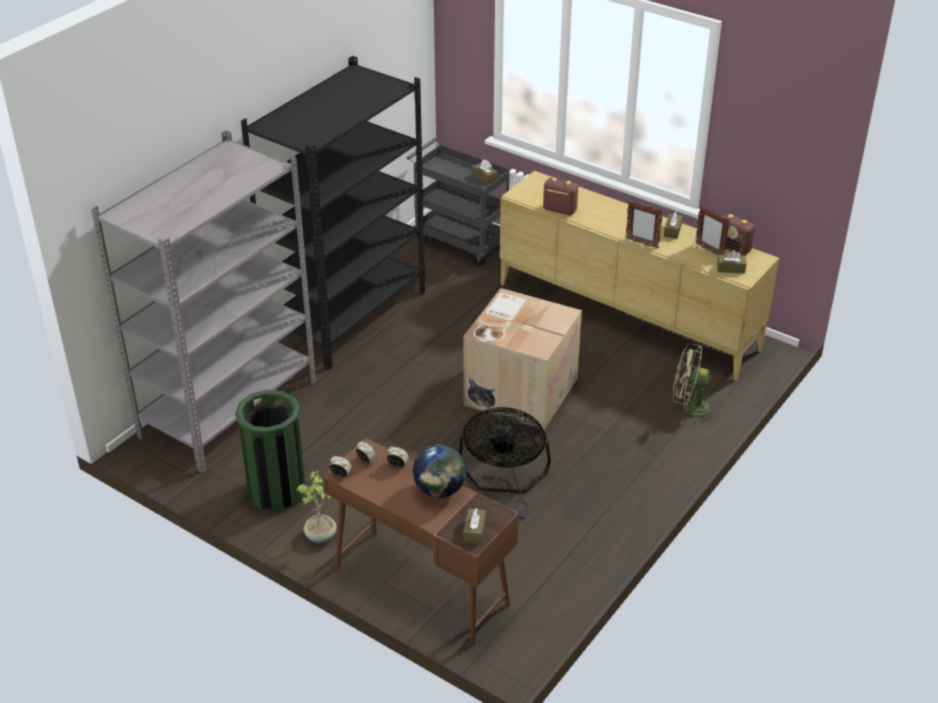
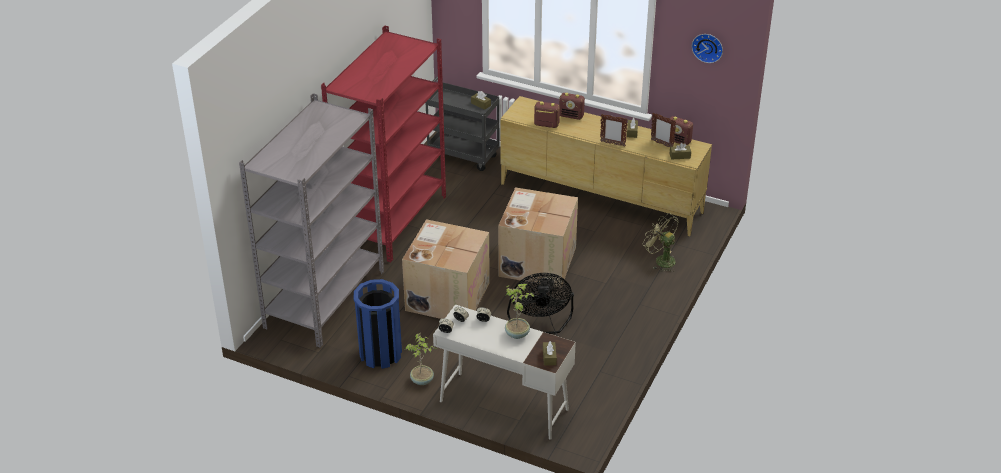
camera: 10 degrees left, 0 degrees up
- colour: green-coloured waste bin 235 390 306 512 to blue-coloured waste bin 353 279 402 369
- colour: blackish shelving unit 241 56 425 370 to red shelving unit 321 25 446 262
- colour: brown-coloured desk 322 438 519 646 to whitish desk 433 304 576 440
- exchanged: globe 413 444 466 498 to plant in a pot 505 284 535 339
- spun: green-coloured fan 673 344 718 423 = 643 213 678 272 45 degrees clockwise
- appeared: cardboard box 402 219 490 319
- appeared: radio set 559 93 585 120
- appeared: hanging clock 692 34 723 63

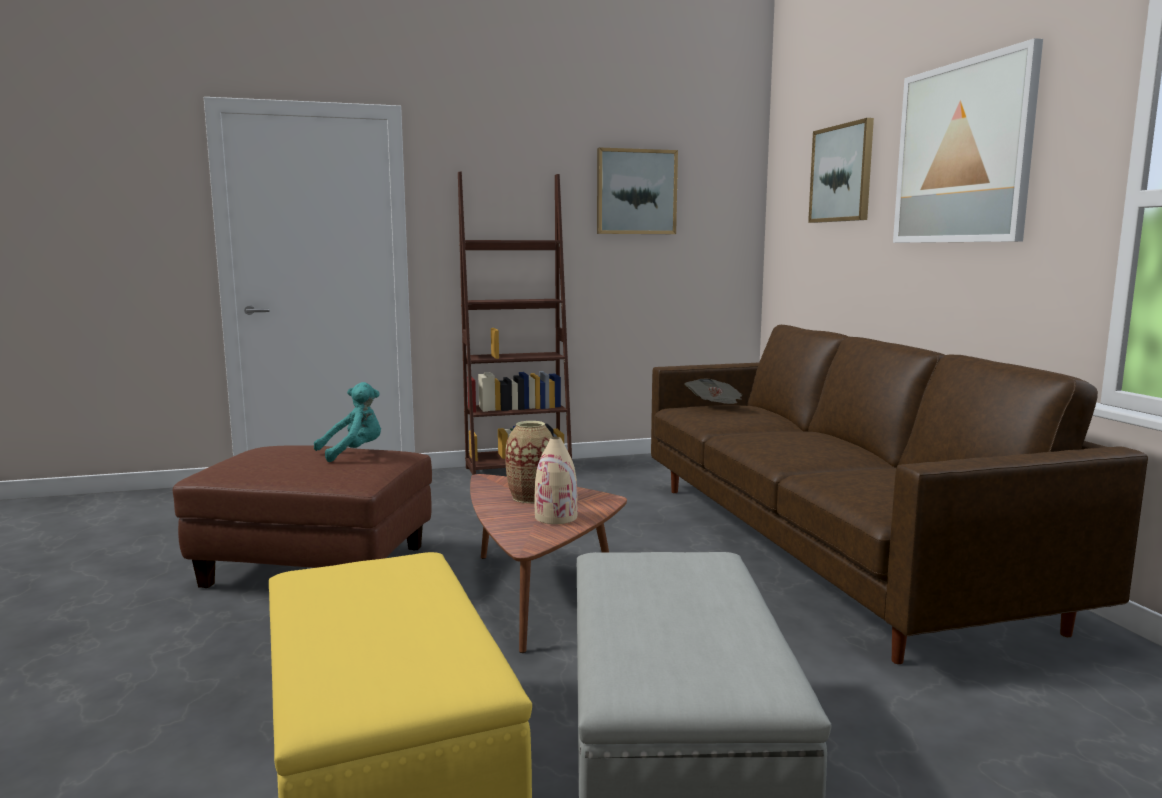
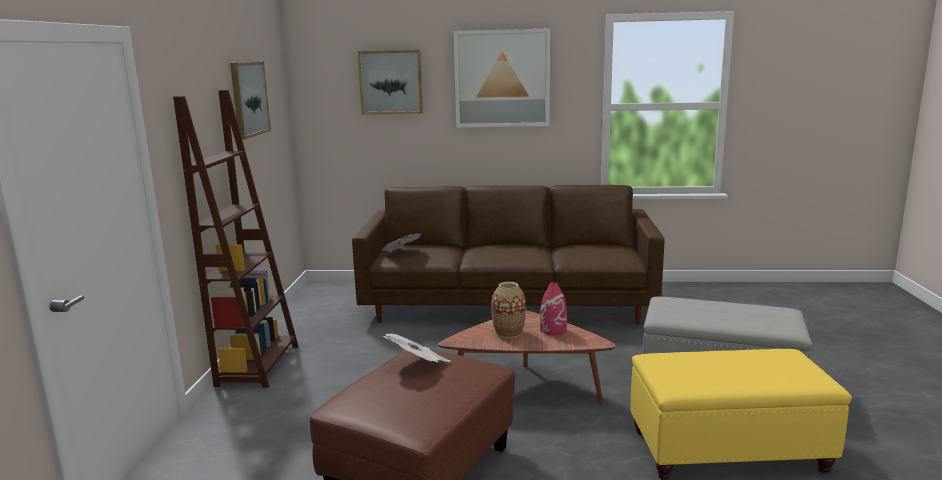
camera: 70 degrees left, 5 degrees up
- exchanged: turquoise-coloured plush toy 314 382 381 462 to newspaper 383 334 451 363
- colour: beige-coloured decorative vase 535 437 578 524 to red decorative vase 540 282 567 336

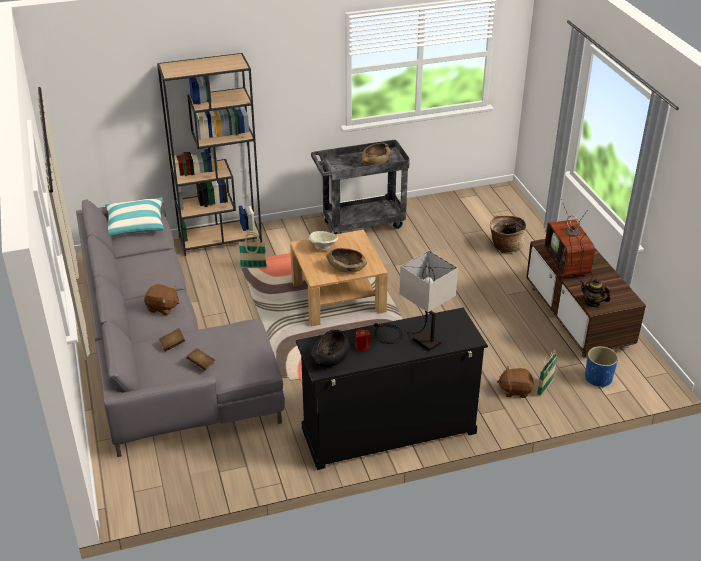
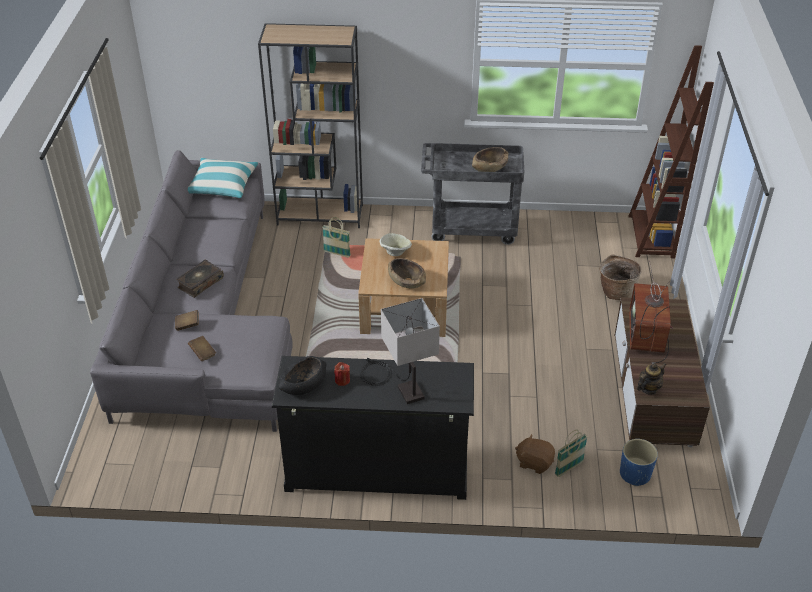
camera: 20 degrees right, 5 degrees up
- exchanged: brown-coloured plush toy 144 284 179 315 to bound book 176 260 224 298
- spun: teapot 581 278 611 308 = 637 363 667 395 90 degrees clockwise
- appeared: brown-coloured shelving unit 628 45 714 258

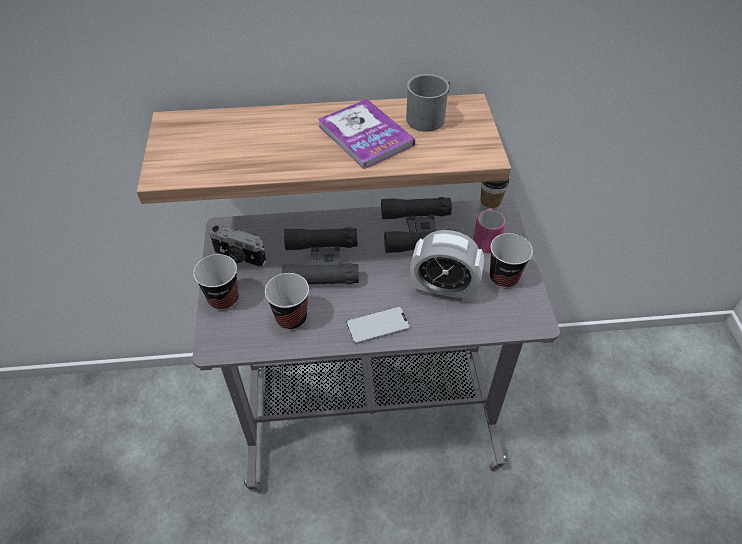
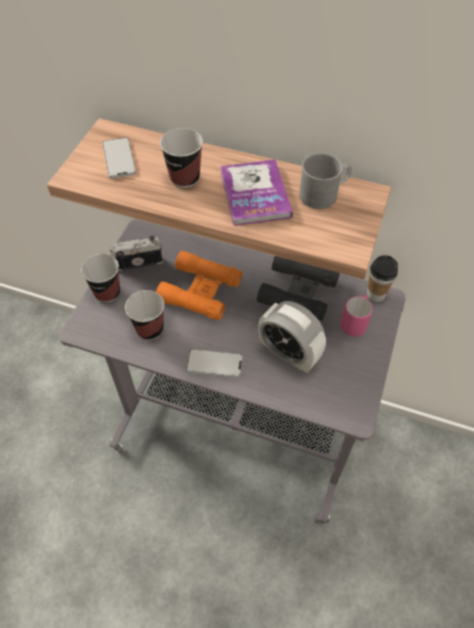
camera: 25 degrees right, 5 degrees up
- spun: still camera 209 225 266 268 = 109 236 163 271 120 degrees clockwise
- colour: blackish pair of binoculars 282 228 359 285 to orangey pair of binoculars 156 250 242 320
- relocated: cup 490 233 533 288 to 160 128 203 188
- appeared: telephone 102 137 136 178

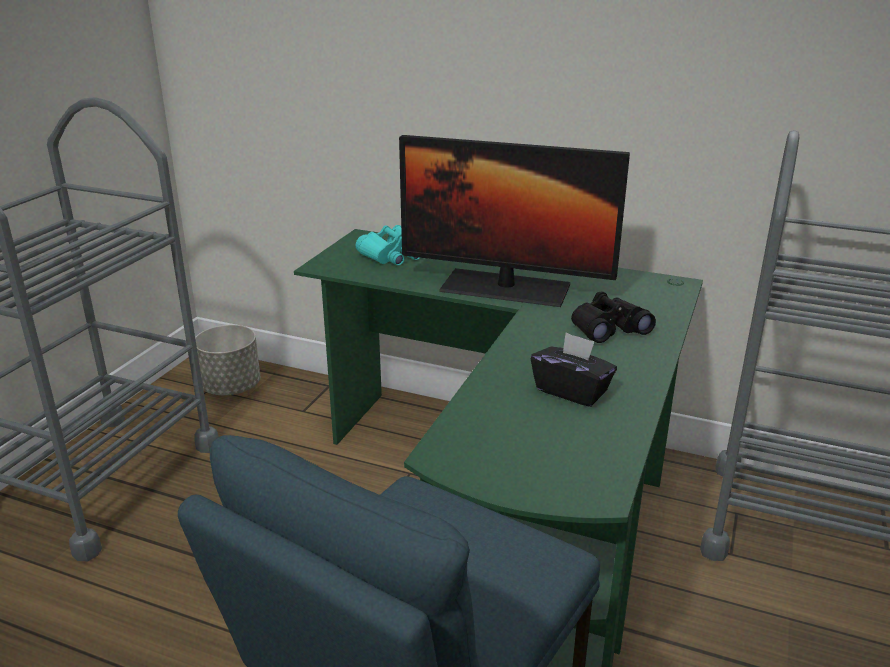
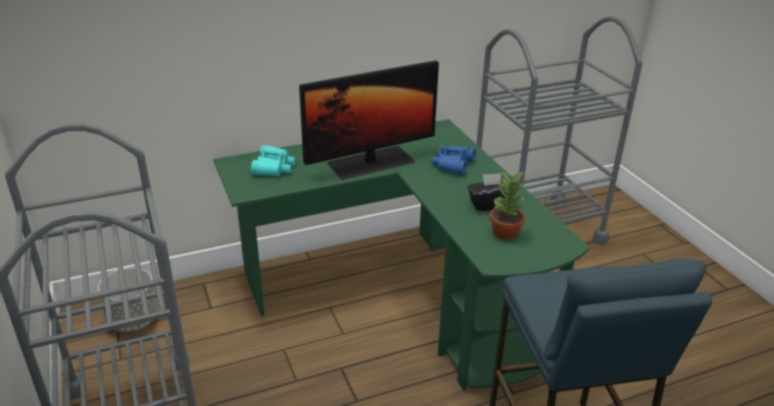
camera: 45 degrees left, 5 degrees up
- colour: blackish pair of binoculars 571 291 656 343 to blue-coloured pair of binoculars 432 145 476 175
- appeared: plant in a pot 490 172 525 240

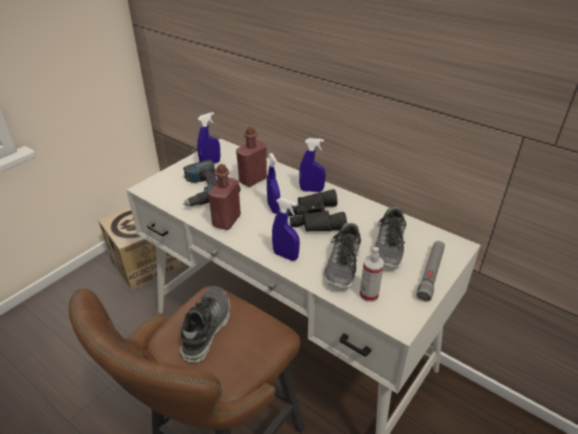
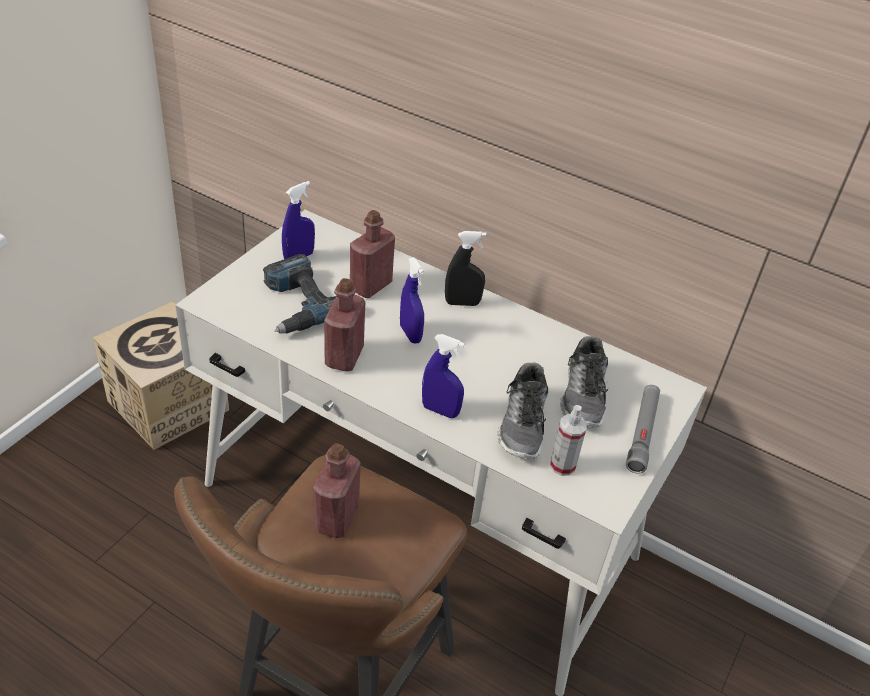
camera: 10 degrees left, 5 degrees up
- exchanged: low shoe 181 286 230 362 to red bottle 313 443 361 538
- missing: blackish pair of binoculars 287 189 347 232
- colour: blue-coloured hand sprayer 299 138 326 192 to blackish hand sprayer 445 231 486 306

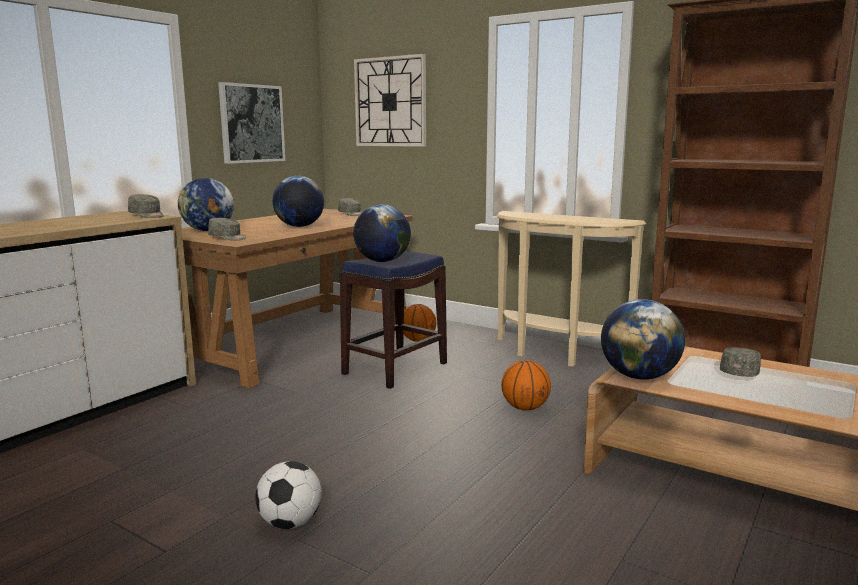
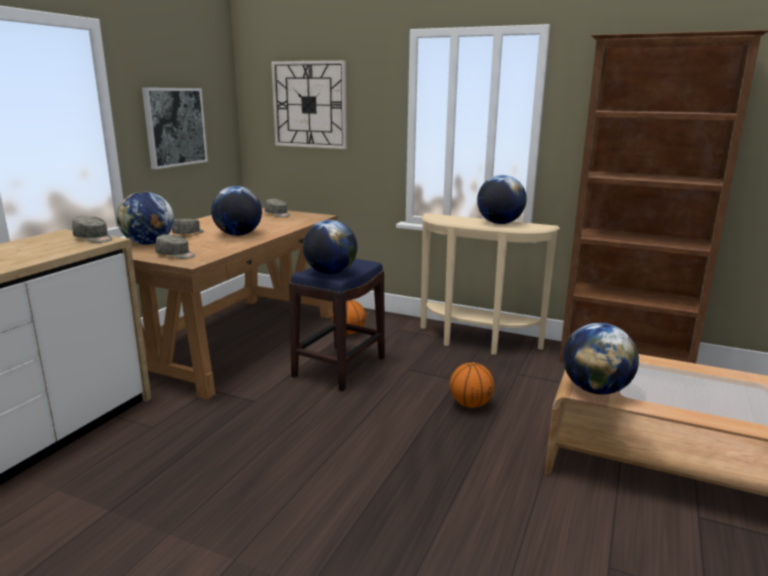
camera: 10 degrees left, 5 degrees up
- missing: football ball 255 461 322 529
- relocated: gray peaked cap 720 347 761 377 to 172 219 204 234
- appeared: globe 477 175 527 224

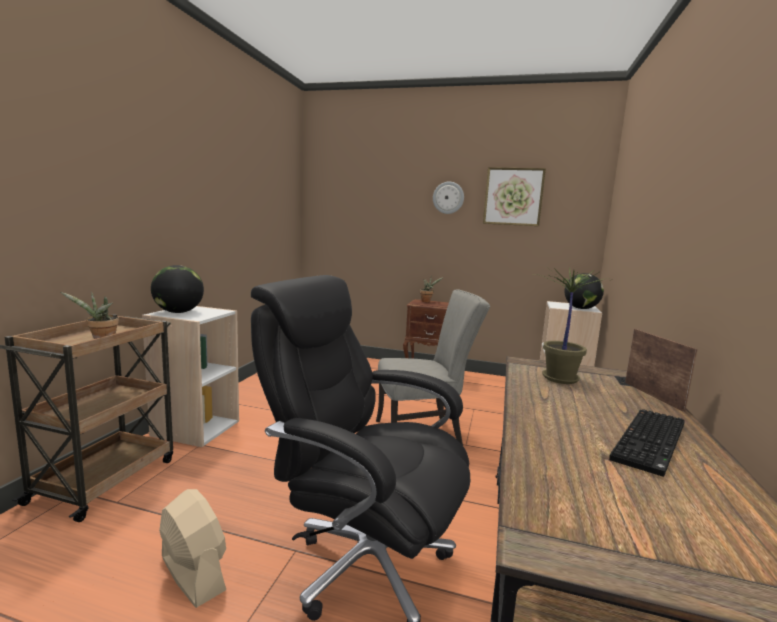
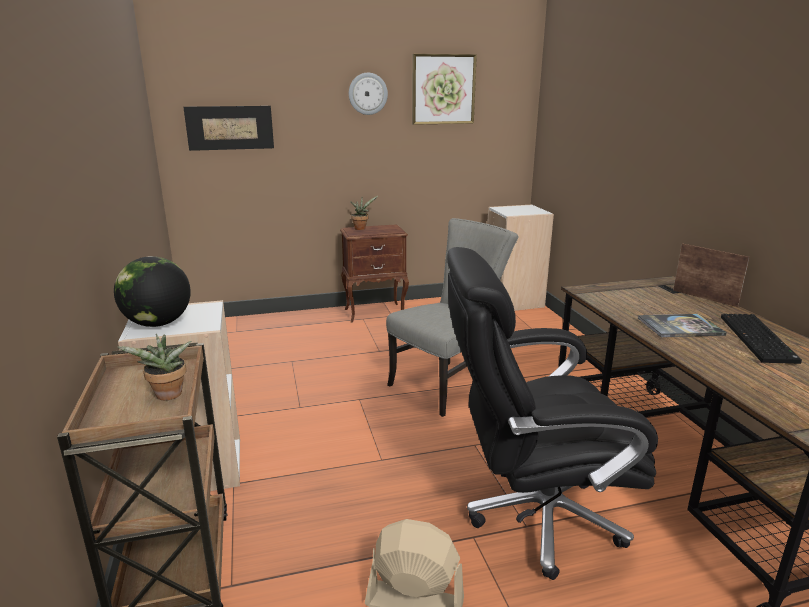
camera: 30 degrees left, 10 degrees up
- missing: plant in a pot 541 268 613 384
- missing: globe 564 273 604 309
- appeared: wall art 183 106 274 151
- appeared: bound book 638 314 727 337

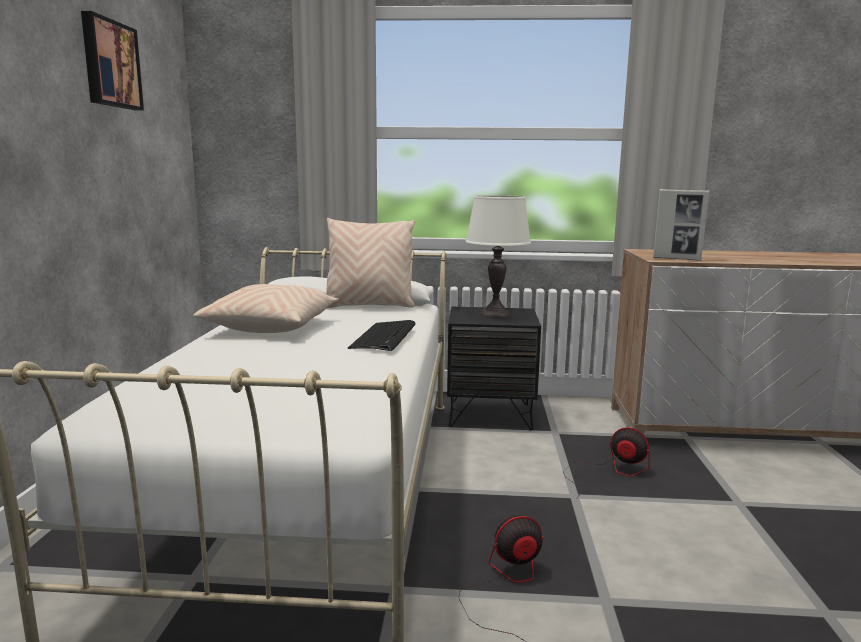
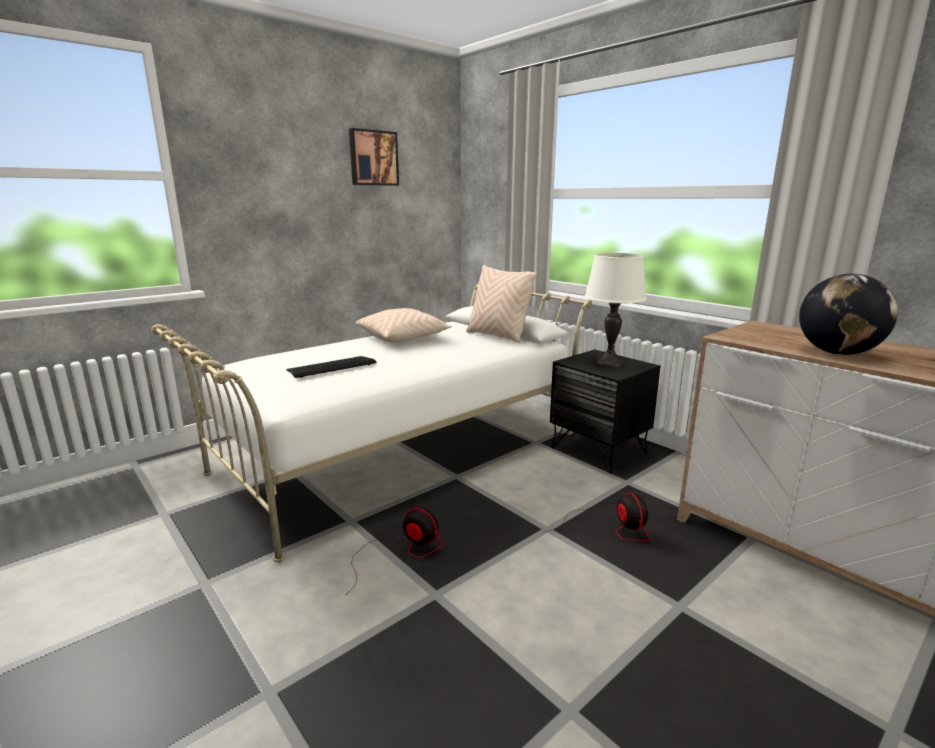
camera: 45 degrees right, 5 degrees up
- relocated: keyboard 348 320 415 351 to 286 356 377 378
- missing: photo frame 653 189 710 261
- appeared: globe 799 274 898 355

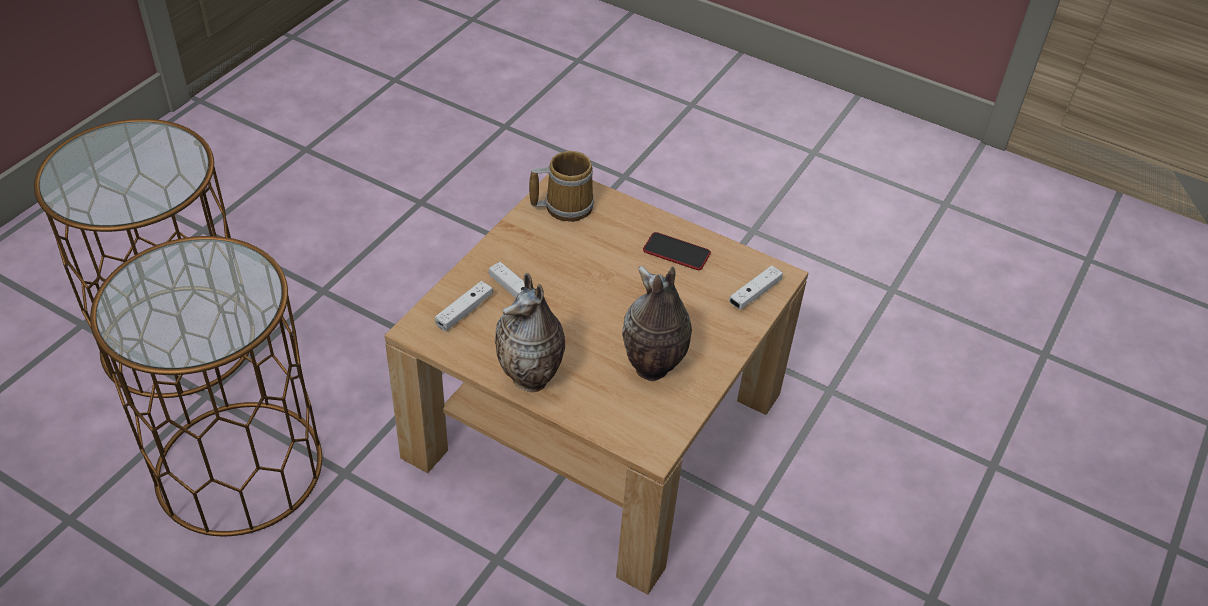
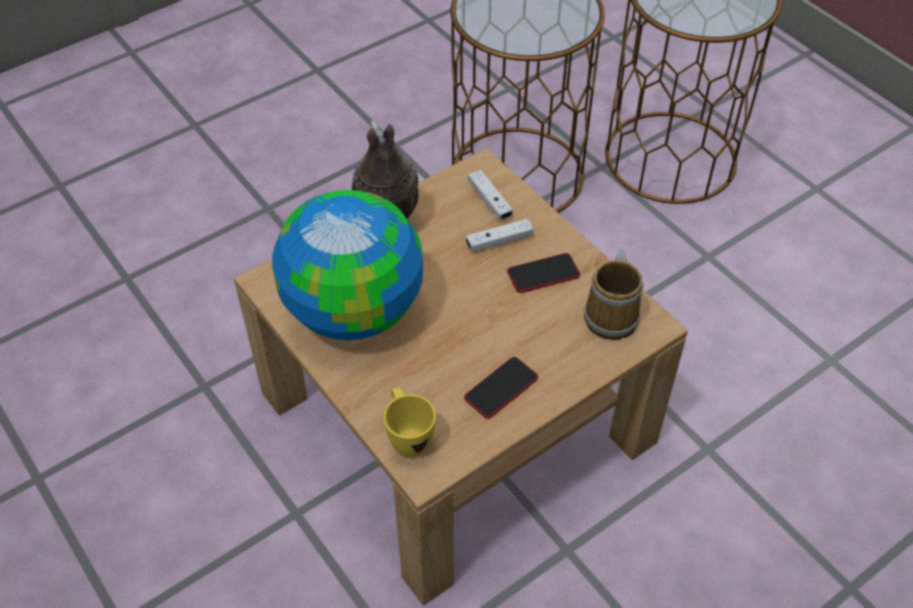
camera: 115 degrees right, 5 degrees up
- exchanged: decorative vase 622 266 692 381 to globe 272 190 423 340
- exchanged: whitish gamepad 729 265 783 309 to yellow mug 384 387 436 457
- appeared: telephone 507 253 580 293

